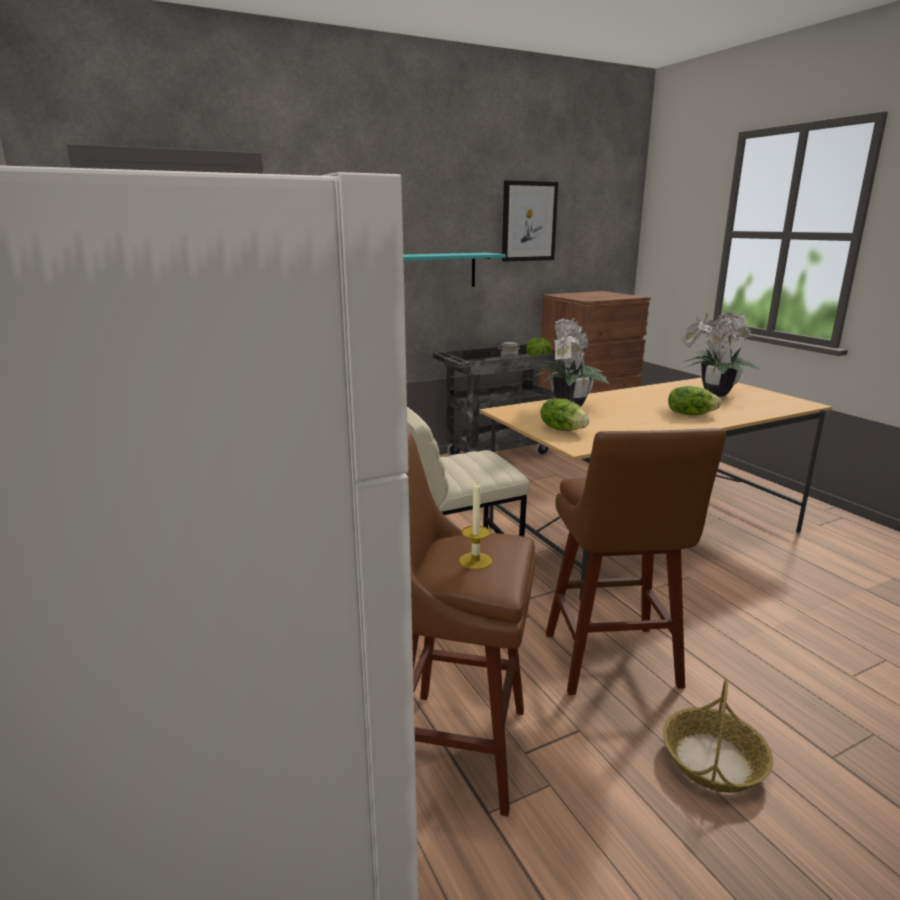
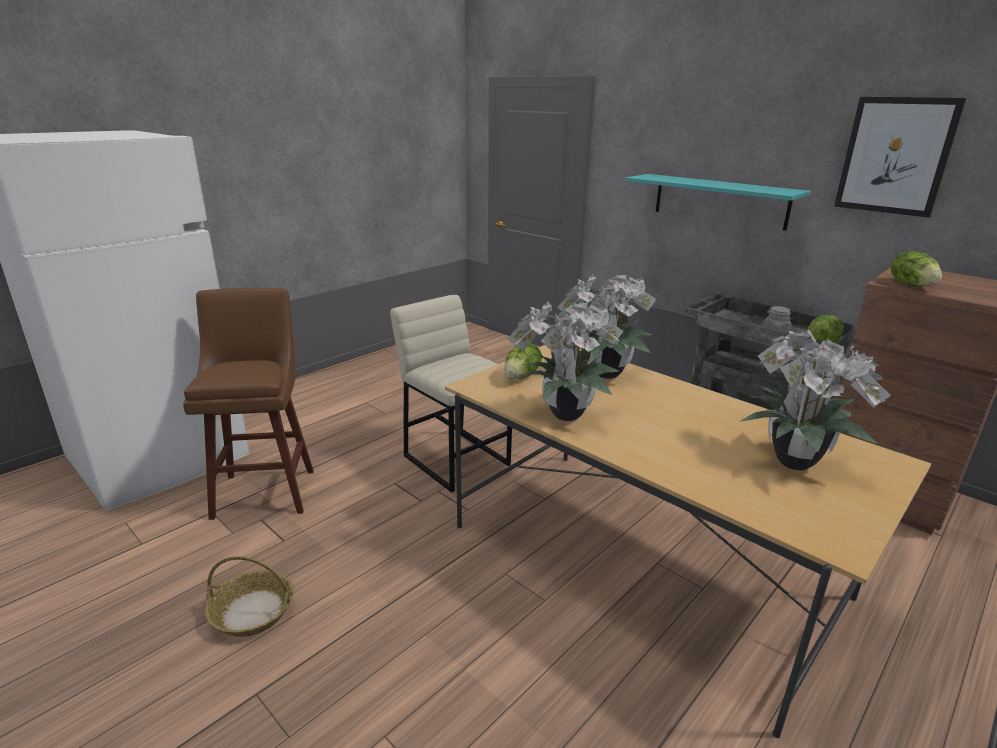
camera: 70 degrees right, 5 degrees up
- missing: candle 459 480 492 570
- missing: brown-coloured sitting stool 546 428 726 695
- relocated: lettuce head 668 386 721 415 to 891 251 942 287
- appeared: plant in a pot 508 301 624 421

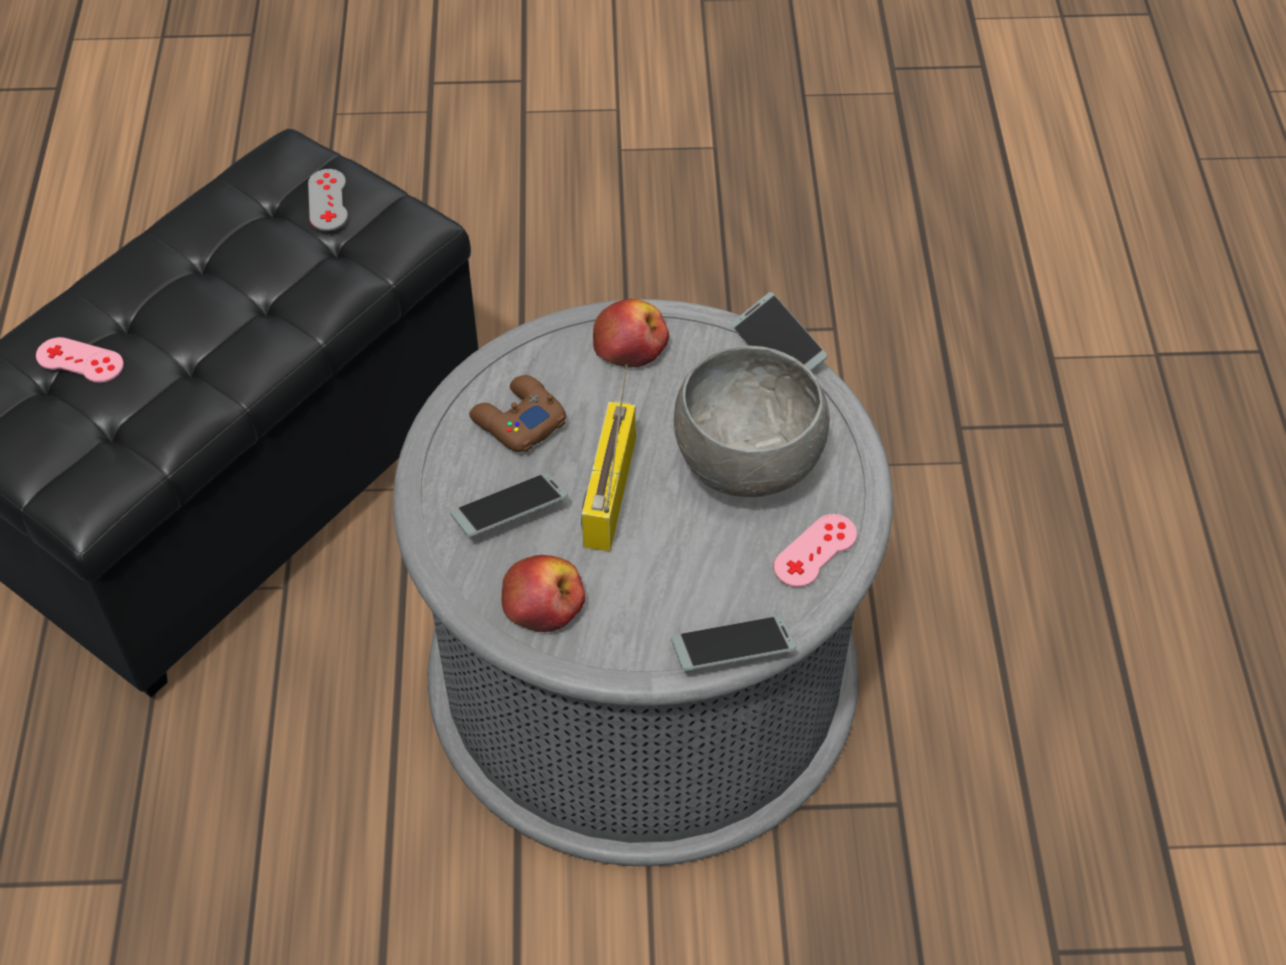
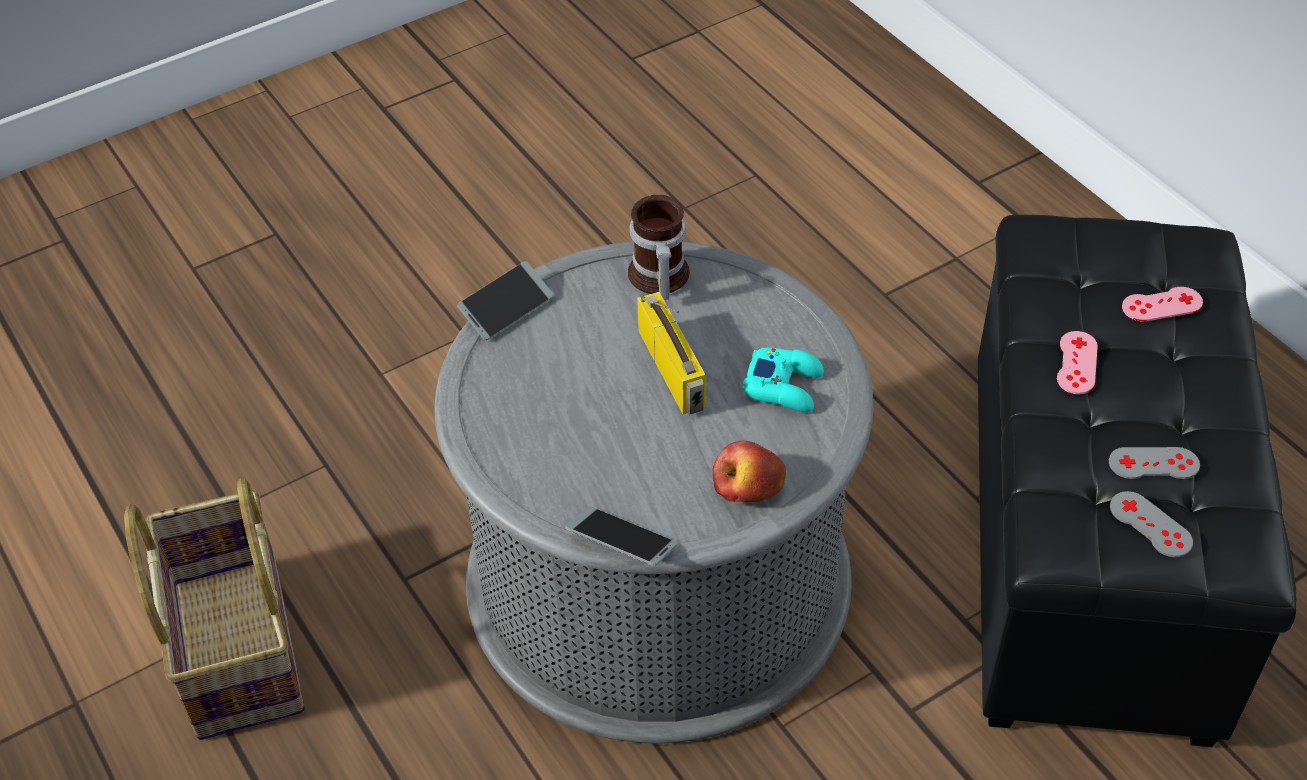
camera: 150 degrees right, 5 degrees down
- missing: telephone 450 473 568 537
- colour: brown-coloured gamepad 469 375 566 452 to turquoise-coloured gamepad 743 347 824 412
- exchanged: apple fruit 502 555 585 632 to mug 628 195 690 300
- missing: gray deep dish 674 346 830 497
- relocated: pink-coloured gamepad 773 514 857 587 to 1057 331 1098 394
- appeared: household basket 124 477 305 740
- appeared: gray gamepad 1109 447 1200 479

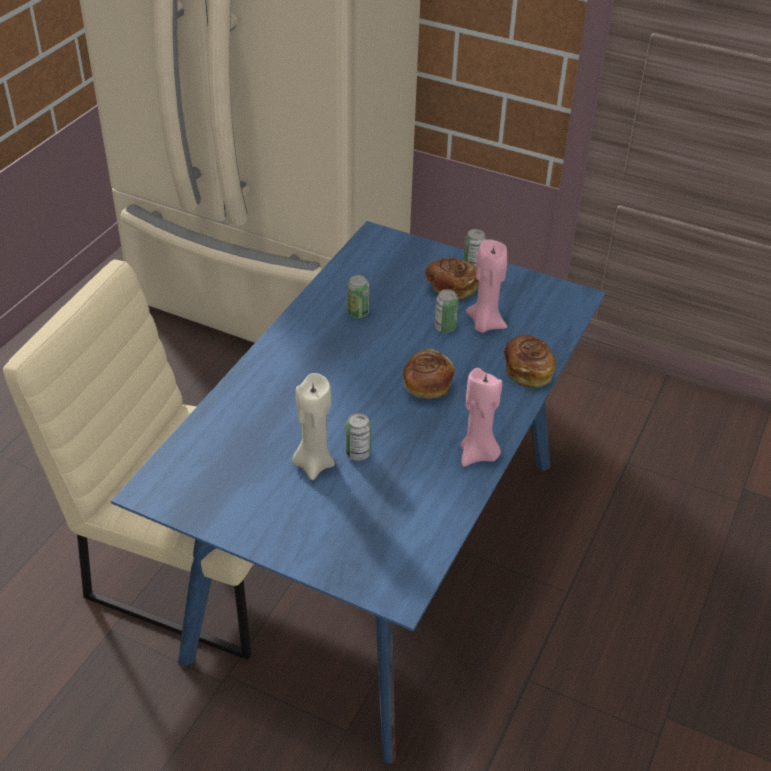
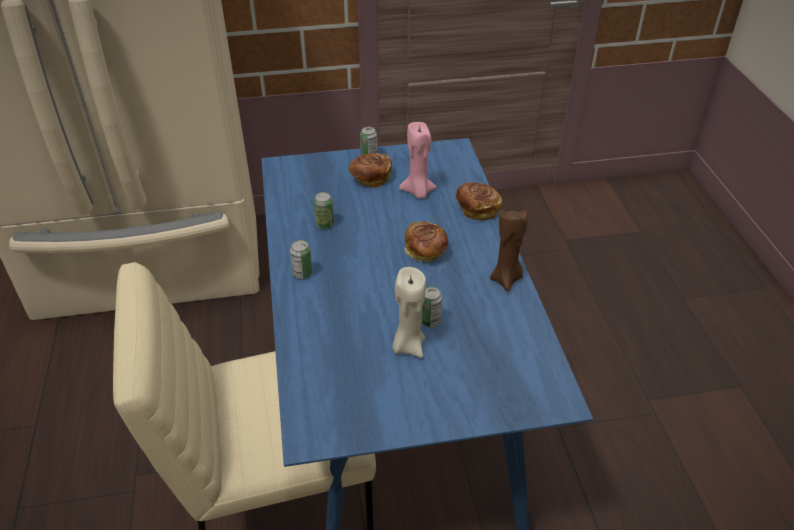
camera: 35 degrees left, 0 degrees up
- relocated: metal can 435 289 458 333 to 290 240 313 279
- colour: pink-coloured candle 460 368 502 467 to brown-coloured candle 490 210 528 292

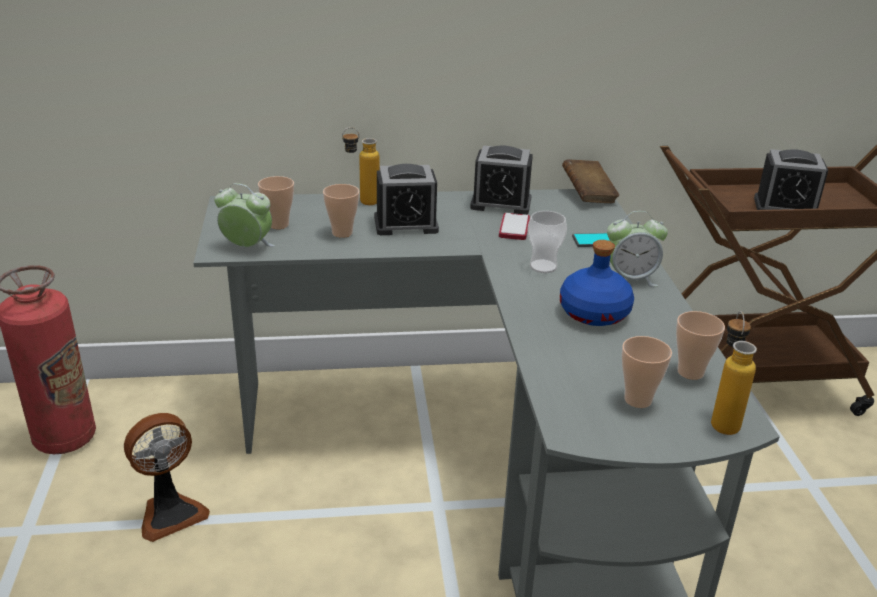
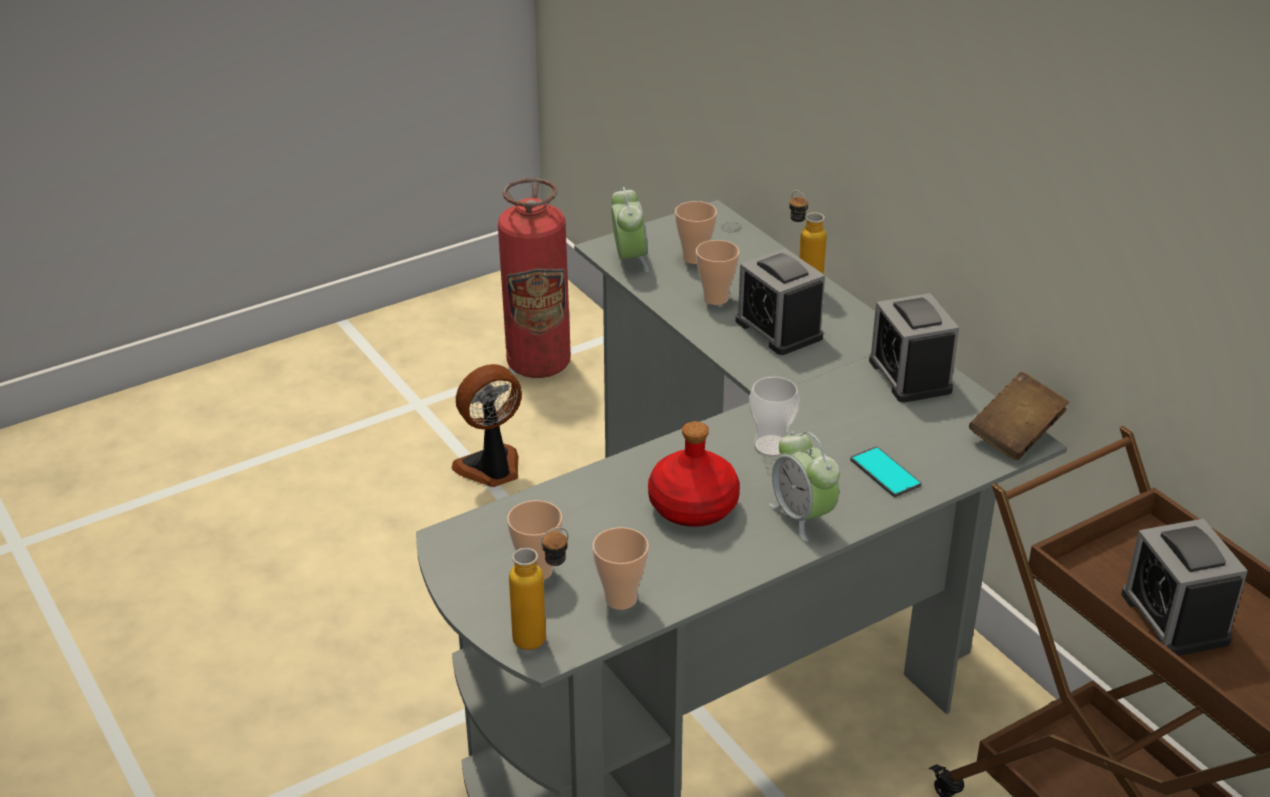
camera: 65 degrees right, 5 degrees up
- spun: fan 124 413 210 542 = 452 364 522 487 120 degrees clockwise
- missing: telephone 499 213 530 240
- colour: blue-coloured bottle 560 240 634 326 to red bottle 648 421 740 527

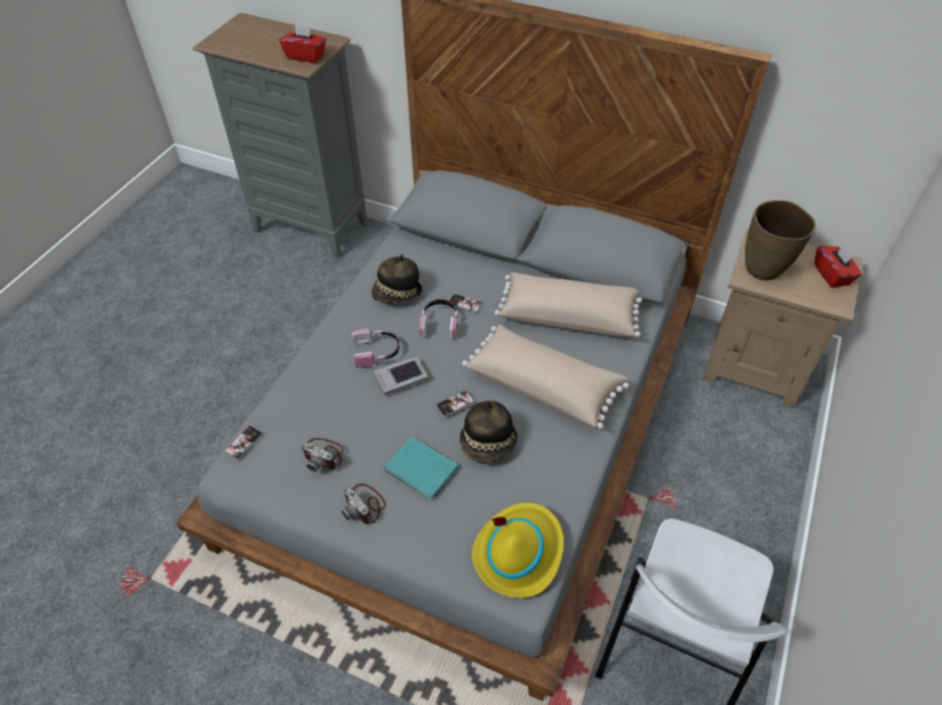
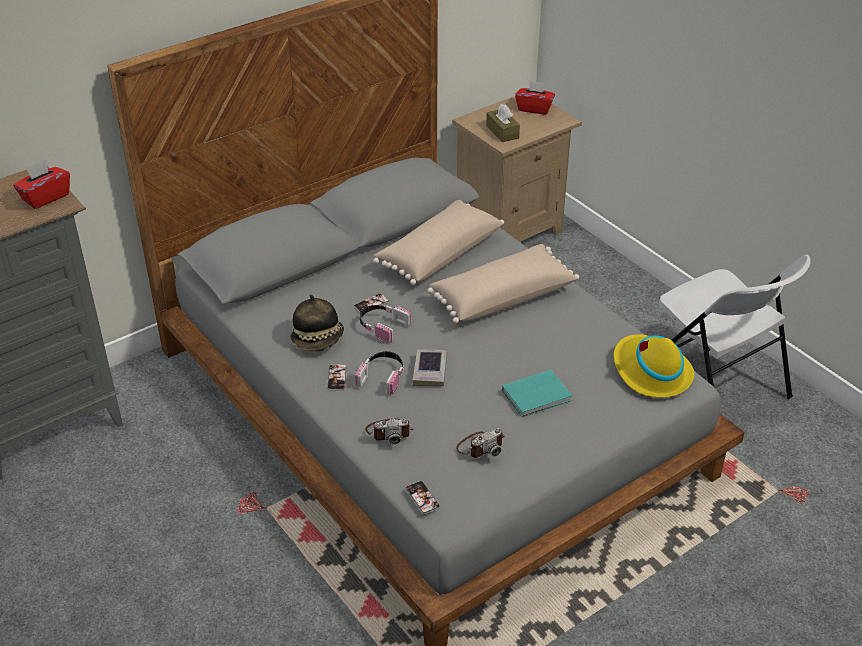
camera: 60 degrees left, 10 degrees down
- relocated: still camera 342 483 386 524 to 366 418 413 444
- relocated: telephone 436 391 475 417 to 328 364 347 390
- missing: clothing hat 460 401 517 464
- exchanged: brown-coloured decorative vase 745 200 816 280 to brown-coloured tissue holder 486 104 520 142

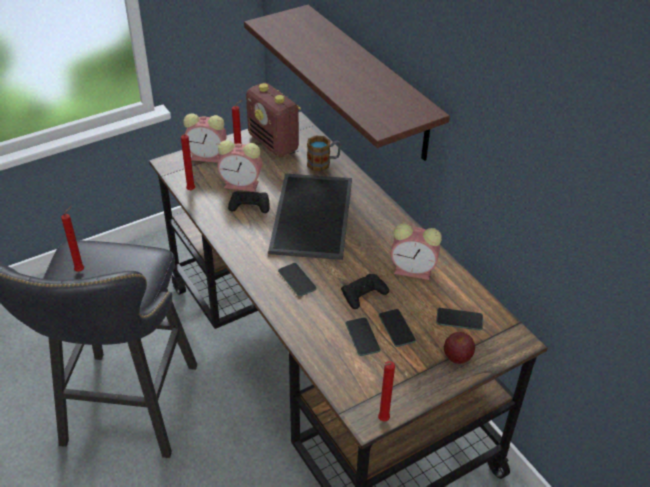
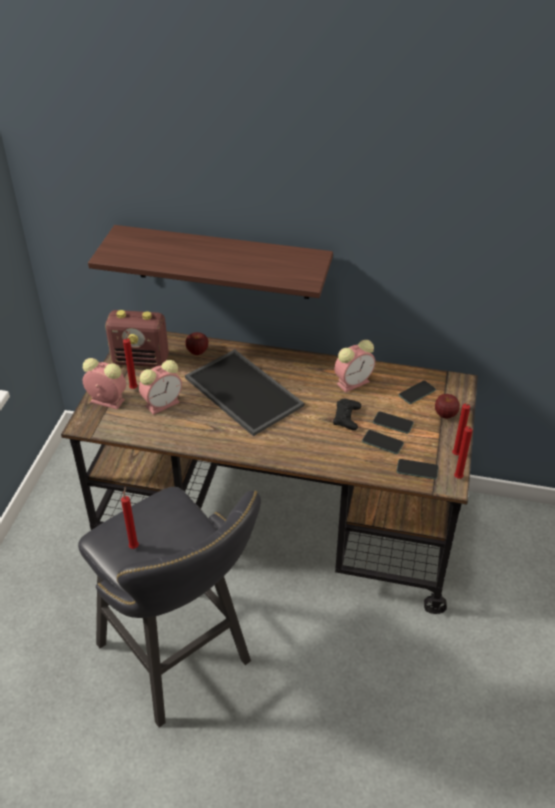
camera: 45 degrees left, 0 degrees up
- relocated: red candle 181 134 195 190 to 452 403 474 455
- spun: alarm clock 184 113 227 163 = 83 358 126 409 120 degrees counterclockwise
- missing: blackish gamepad 228 191 270 213
- relocated: telephone 278 263 317 297 to 397 459 438 479
- exchanged: mug 307 135 341 171 to apple fruit 185 332 209 355

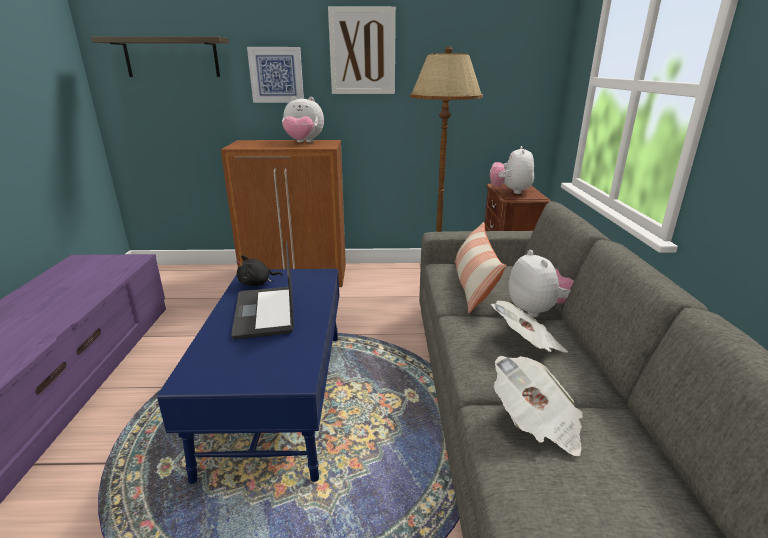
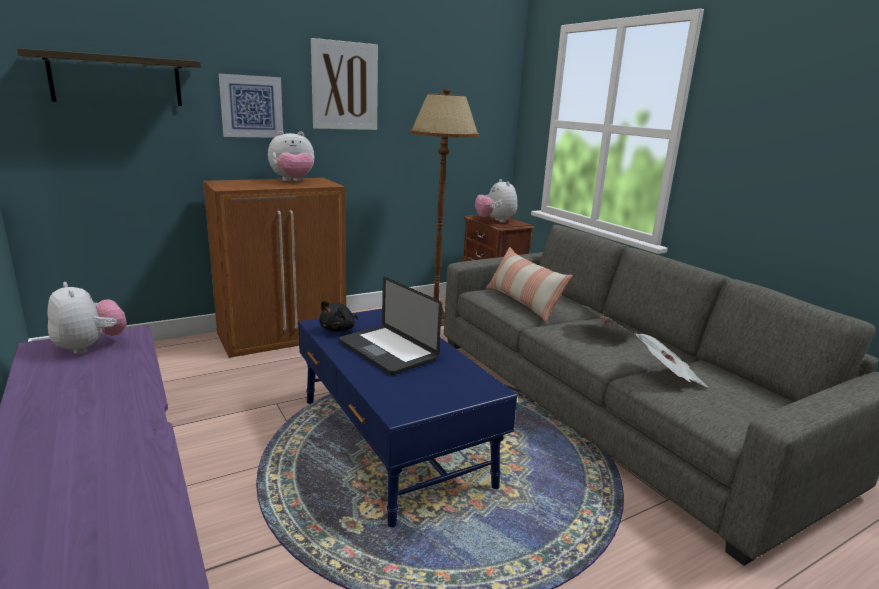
camera: 30 degrees left, 5 degrees down
- relocated: plush toy 509 250 574 317 to 47 282 127 354

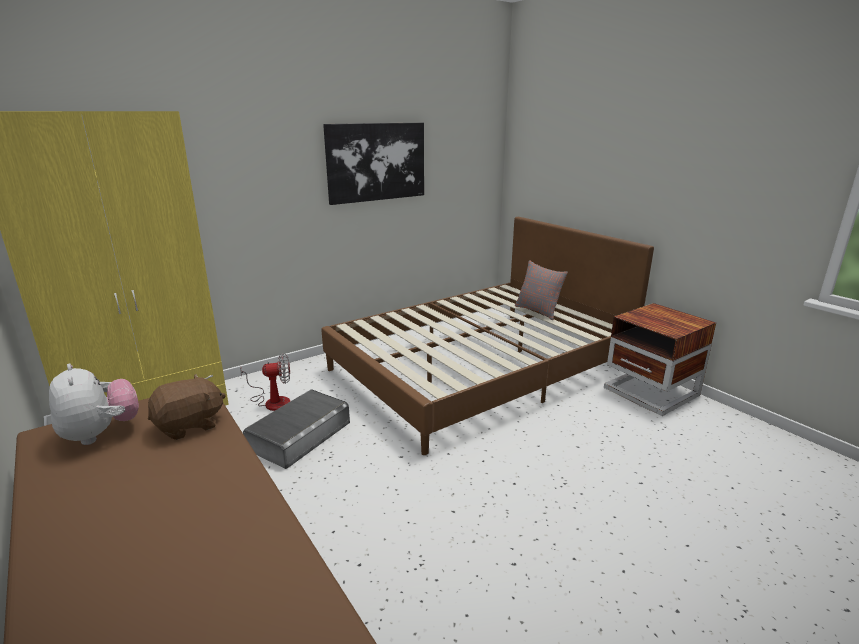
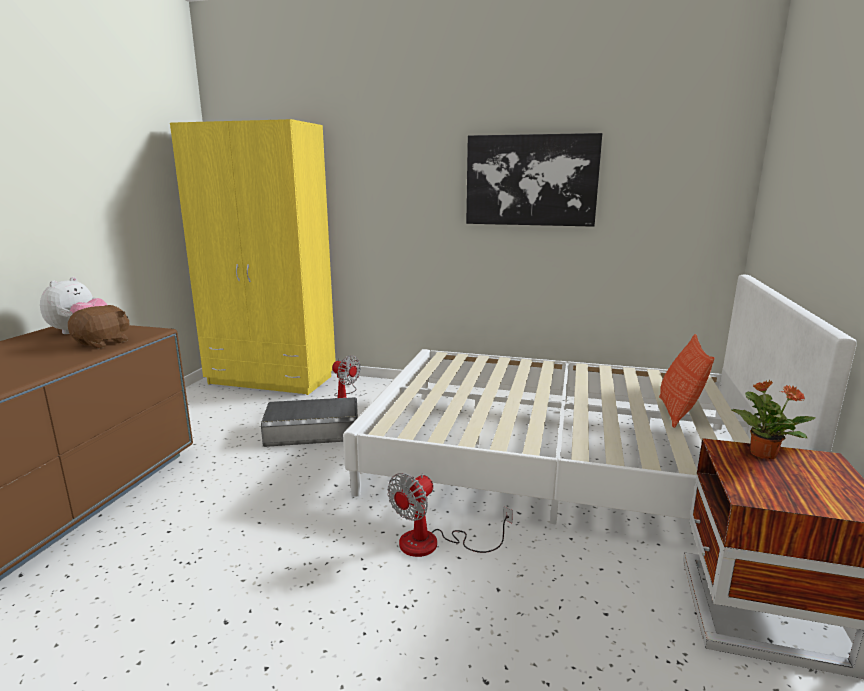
camera: 50 degrees right, 5 degrees down
- spun: brown-coloured plush toy 148 374 226 440 = 68 305 130 349 75 degrees counterclockwise
- colour: brown-coloured sleeping bed 321 217 654 455 to whitish sleeping bed 343 275 857 524
- colour: gray cushion 515 260 568 320 to orangey cushion 659 334 715 428
- appeared: fan 387 473 513 557
- appeared: plant in a pot 731 380 815 459

